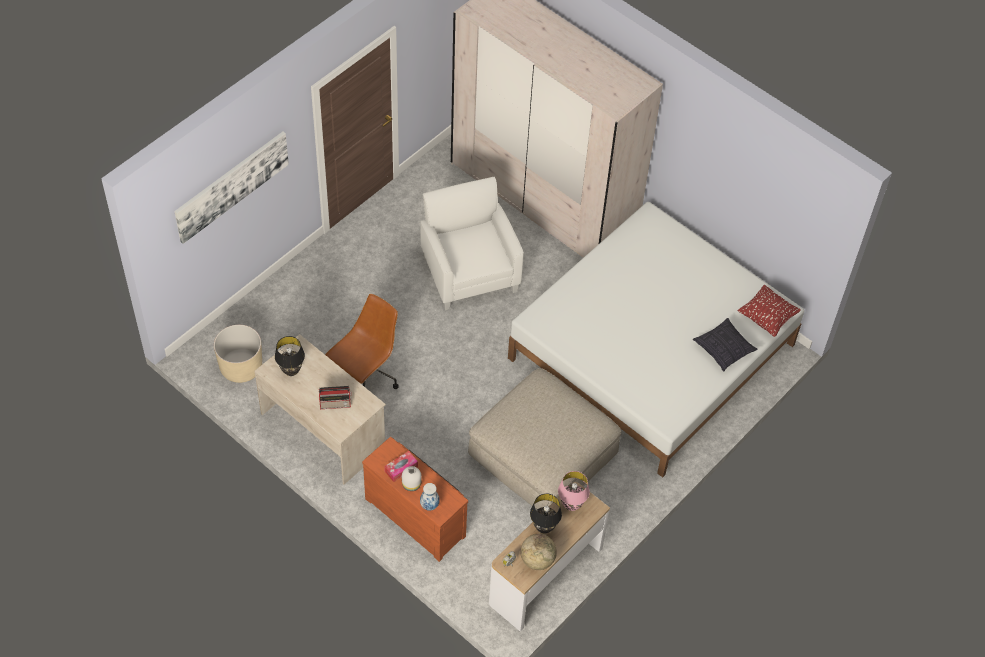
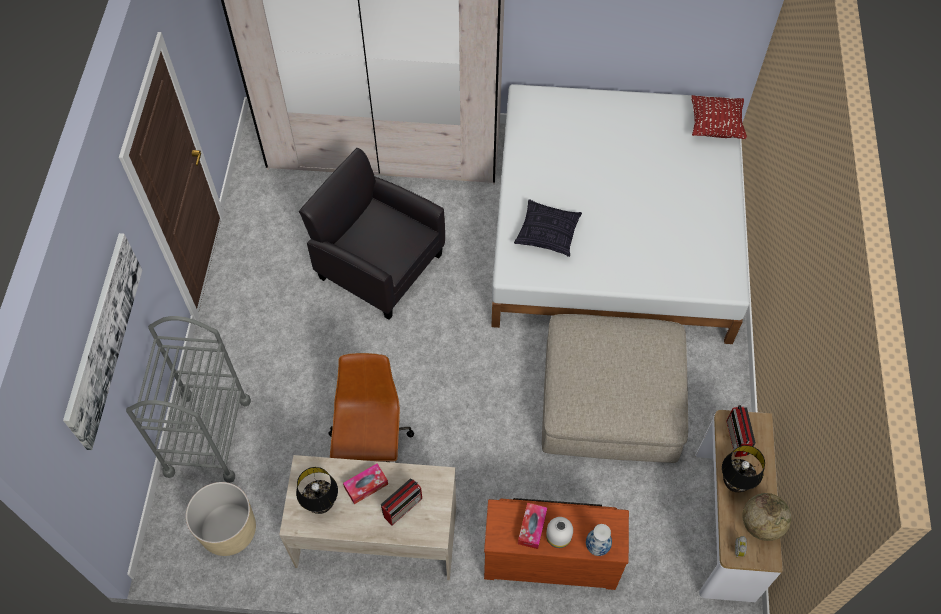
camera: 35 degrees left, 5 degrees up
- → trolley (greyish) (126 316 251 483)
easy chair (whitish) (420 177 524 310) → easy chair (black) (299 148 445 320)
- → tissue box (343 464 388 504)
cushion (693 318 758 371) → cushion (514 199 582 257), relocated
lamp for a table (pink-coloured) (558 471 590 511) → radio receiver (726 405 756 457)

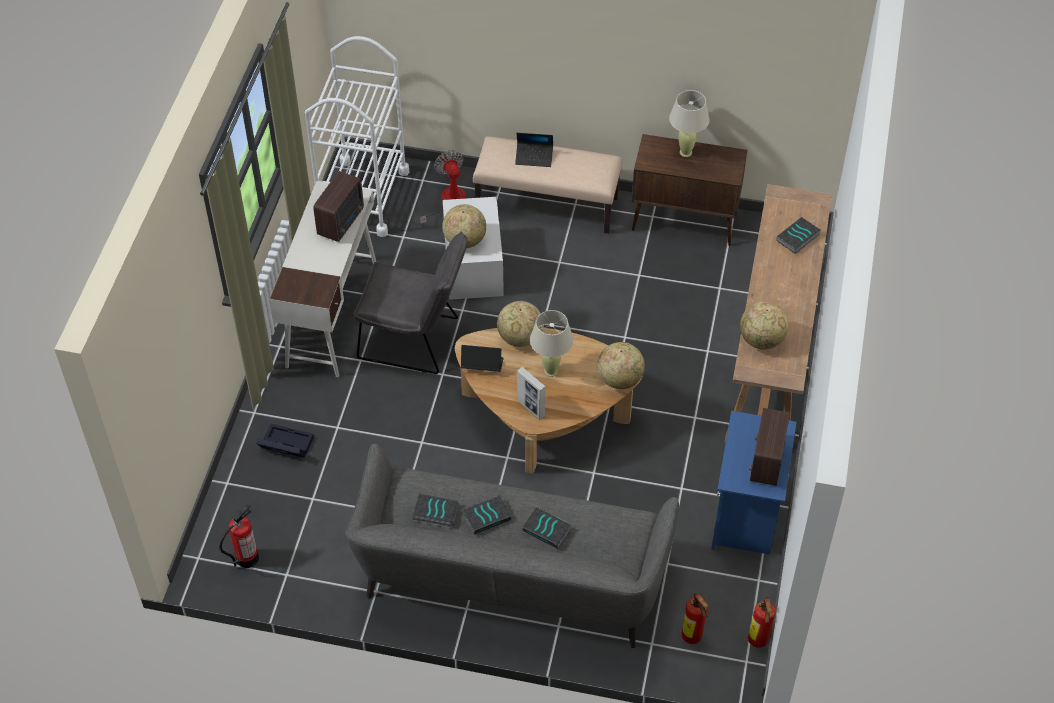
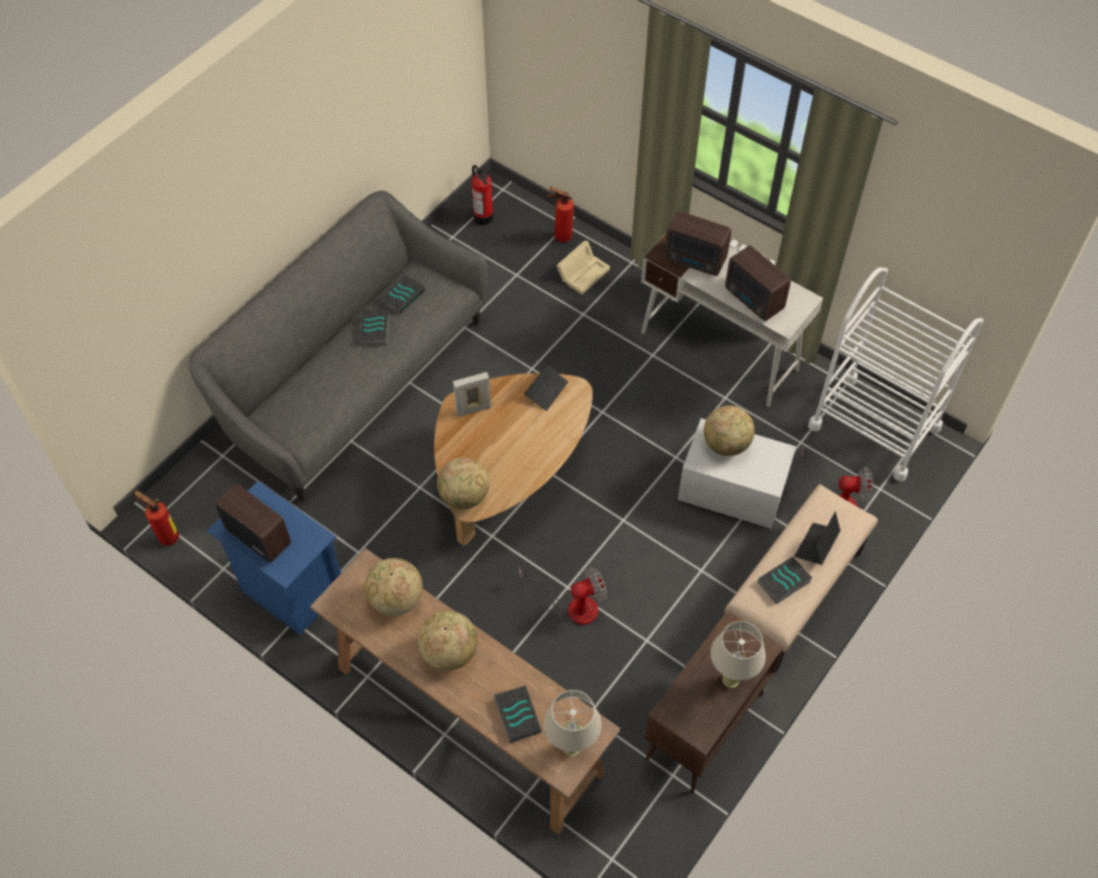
camera: 115 degrees right, 5 degrees up
world globe (497 301 543 347) → world globe (418 611 478 671), relocated
- → electric fan (518 566 607 625)
lamp for a table (beige) (530 310 573 377) → lamp for a table (beige) (544 690 602 757), relocated
fire-fighting cylinder (682 593 709 644) → fire-fighting cylinder (547 187 574 242), relocated
storage box (black) (256 424 314 458) → storage box (beige) (556 240 610 295)
- → radio receiver (664 211 731 276)
bound book (522 507 572 549) → bound book (758 556 812 604), relocated
chair (greyish) (353 232 468 374) → -

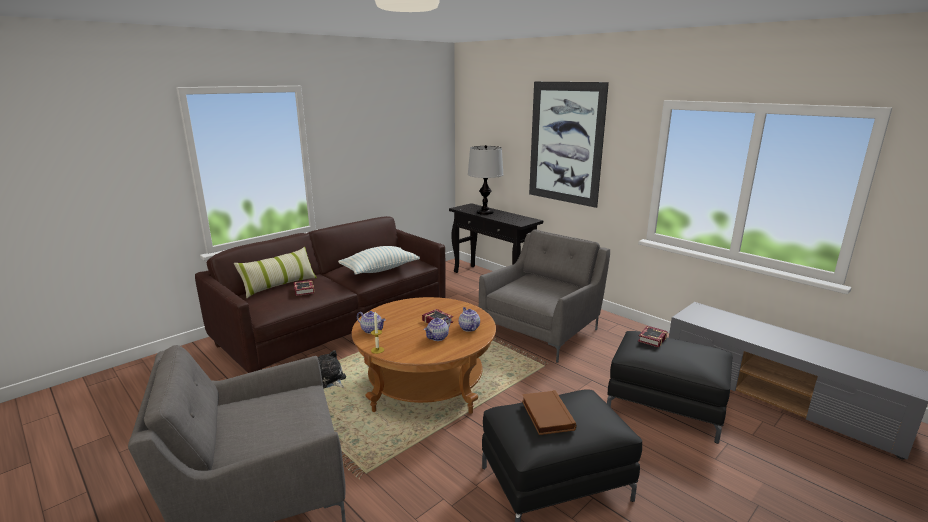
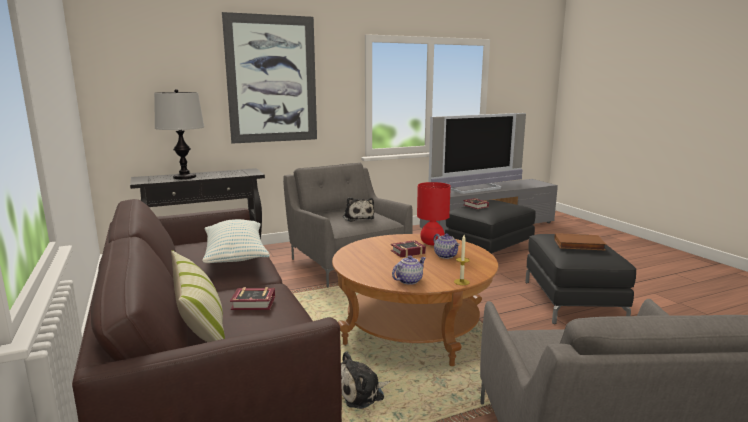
camera: 70 degrees left, 5 degrees down
- → cuddly toy (343 197 374 222)
tea pot (459 307 480 332) → lamp for a table (red) (417 182 451 245)
- → TV (429 113 526 194)

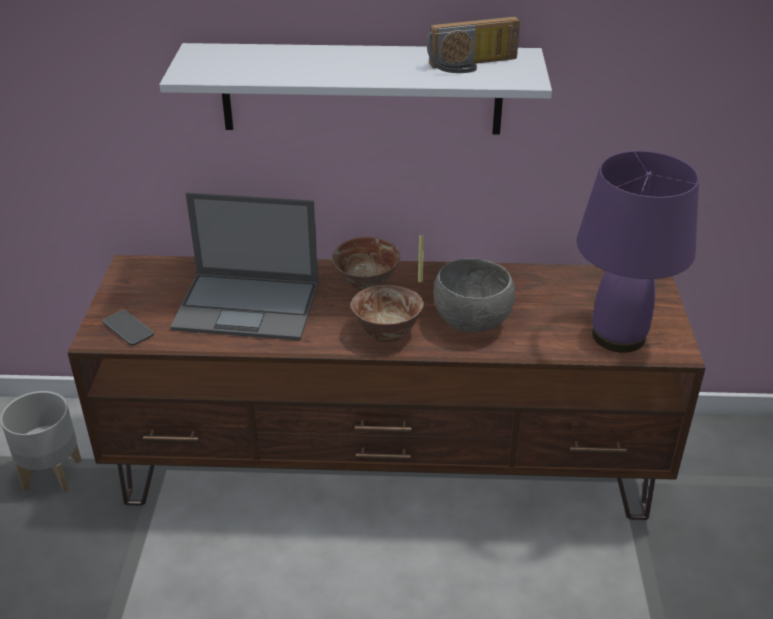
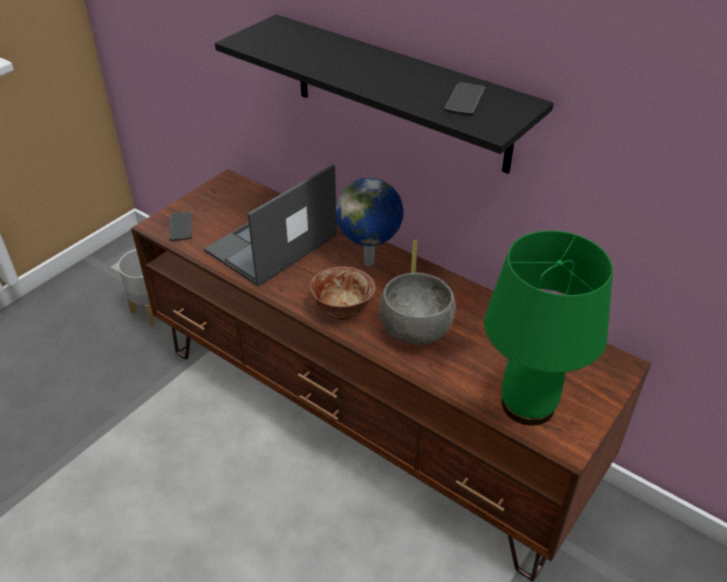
camera: 35 degrees right, 5 degrees up
portable computer (170 193 319 340) → portable computer (204 164 337 287), 90 degrees clockwise
shelf (whitish) (160 43 552 134) → shelf (black) (215 14 554 174)
serving bowl (332 236 400 291) → world globe (336 178 404 266)
radio receiver (426 16 520 73) → telephone (444 82 485 115)
lamp for a table (purplish) (576 151 699 353) → lamp for a table (green) (484 230 613 426)

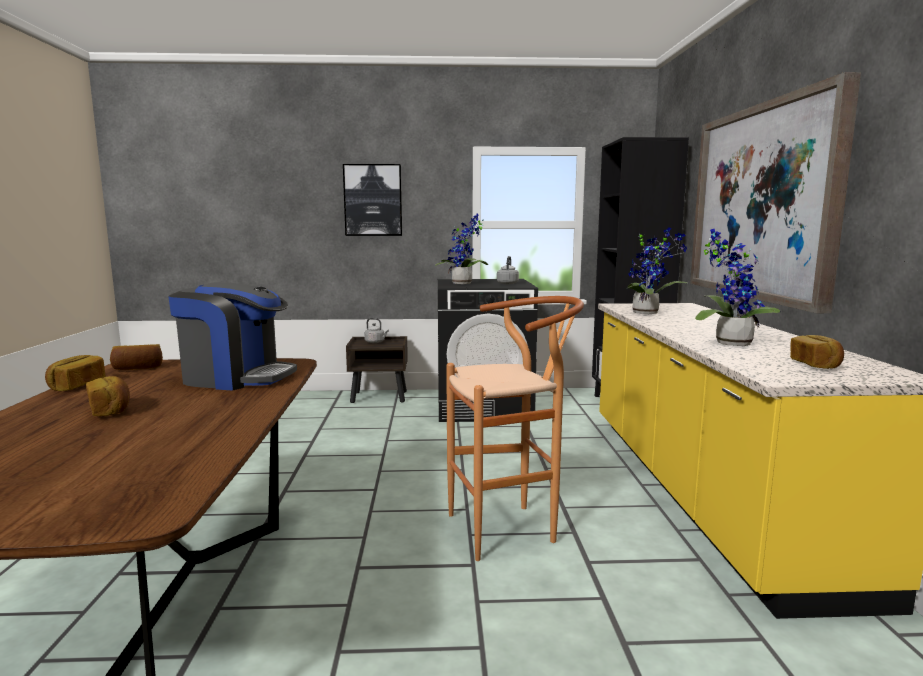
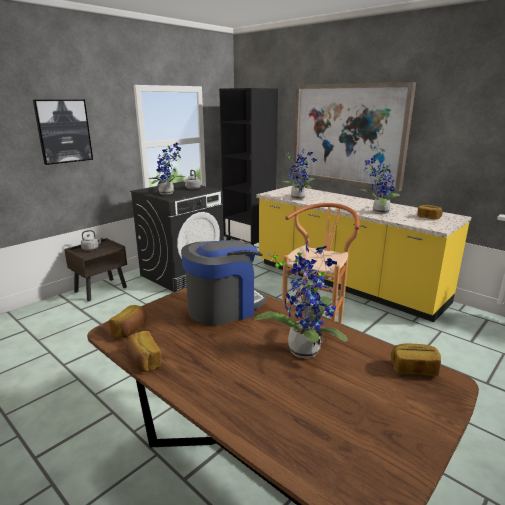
camera: 45 degrees left, 10 degrees up
- → plant in a pot (254 241 348 359)
bread (86 376 130 416) → bread (391 343 441 376), relocated

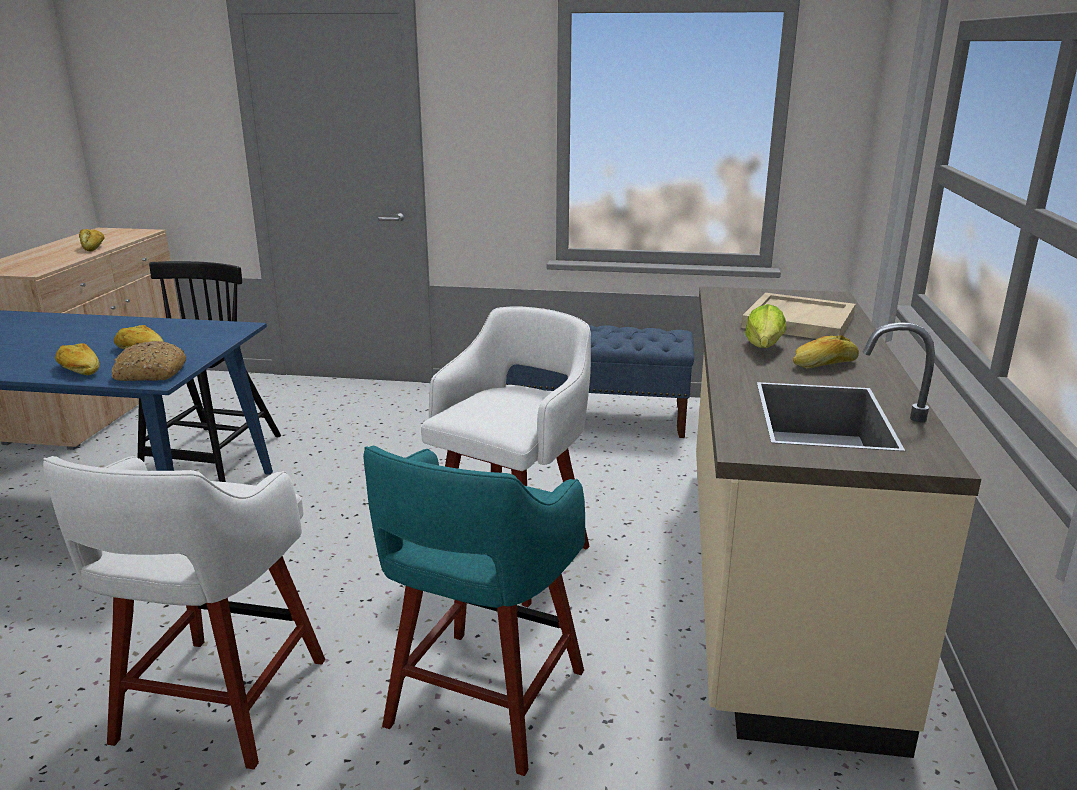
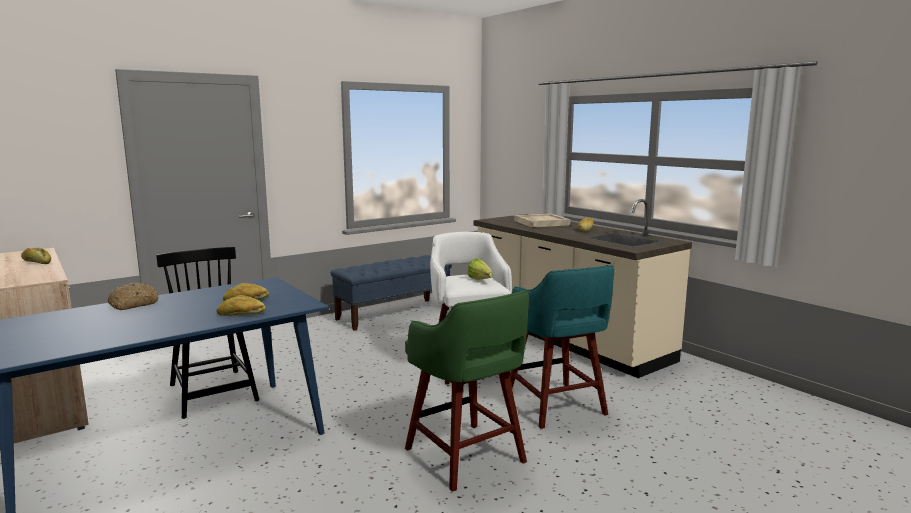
camera: 45 degrees left, 10 degrees down
bread (112 341 186 381) → bread (107 283 158 310), relocated
stool (whitish) (43 456 325 770) → stool (green) (405 290 529 492)
head of lettuce (745 304 786 348) → head of lettuce (467 259 492 280), relocated

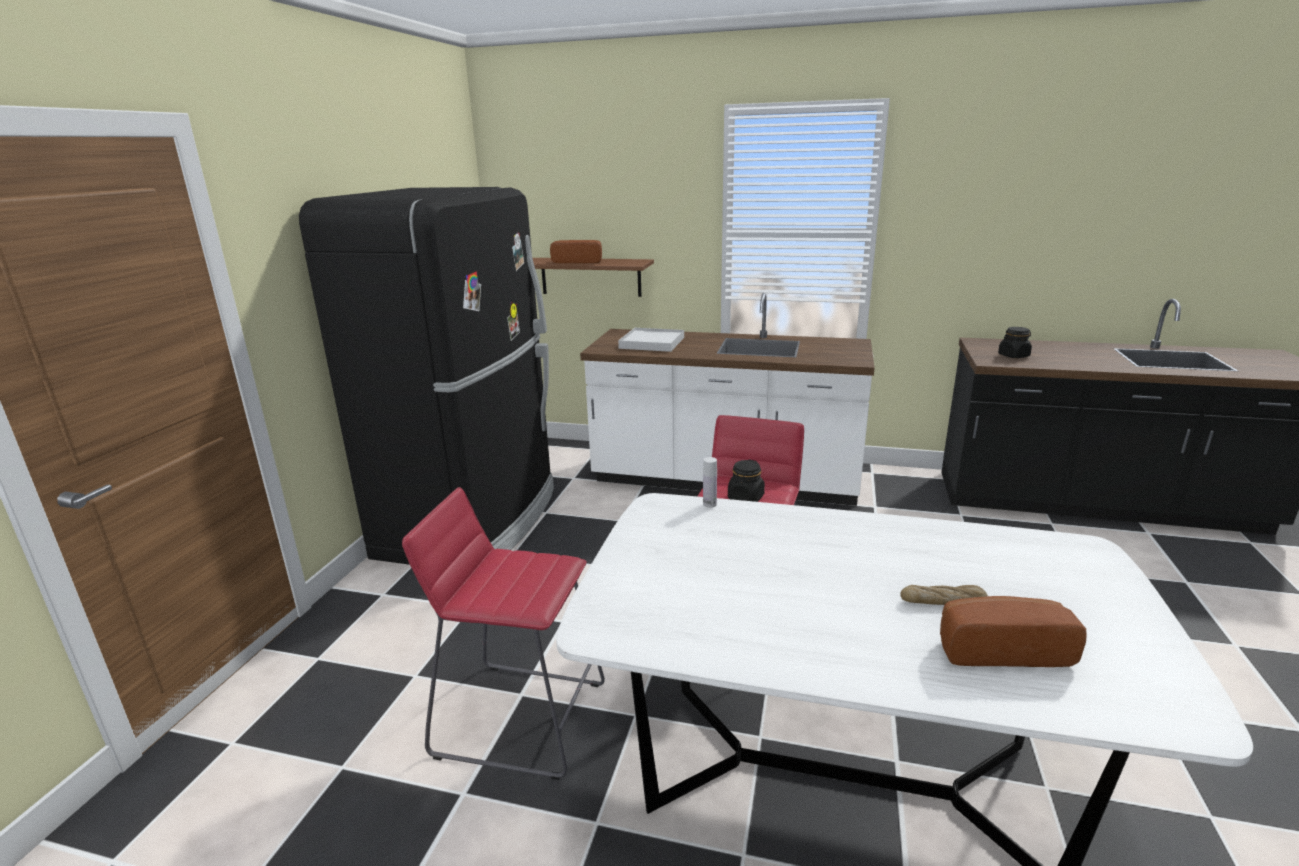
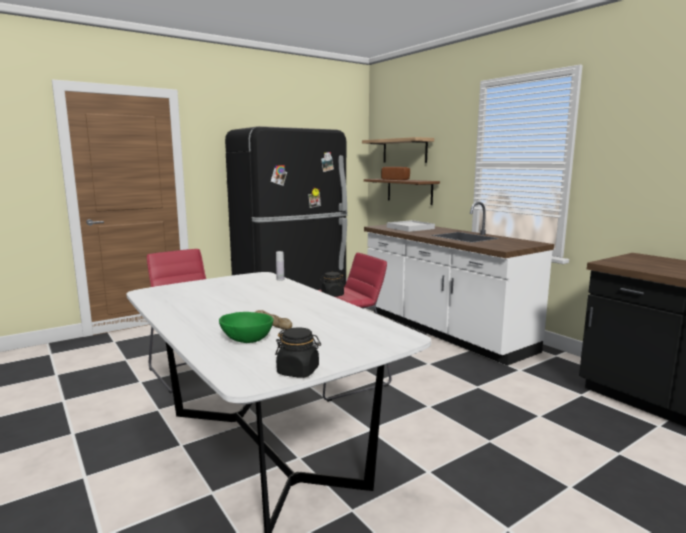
camera: 40 degrees right, 10 degrees down
bread (940 596 1087 667) → serving bowl (green) (219 312 273 343)
storage jar (black) (998 327 1032 358) → storage jar (black) (275 327 321 378), relocated
- → shelf (362 137 434 163)

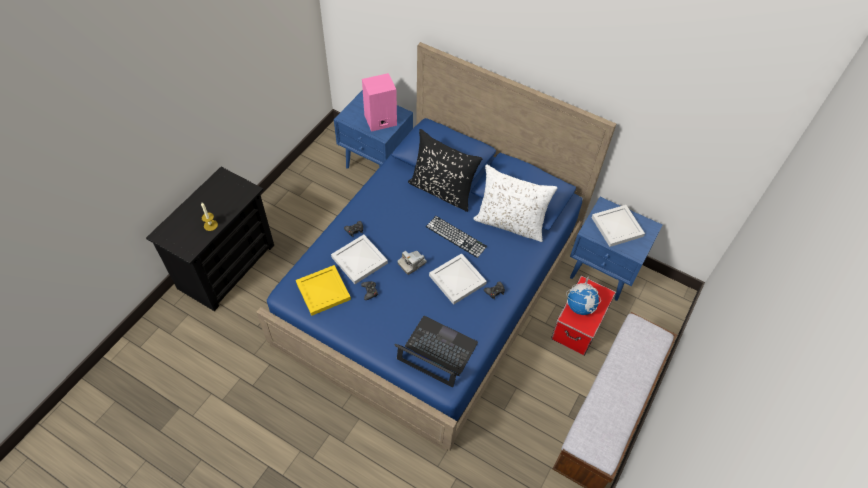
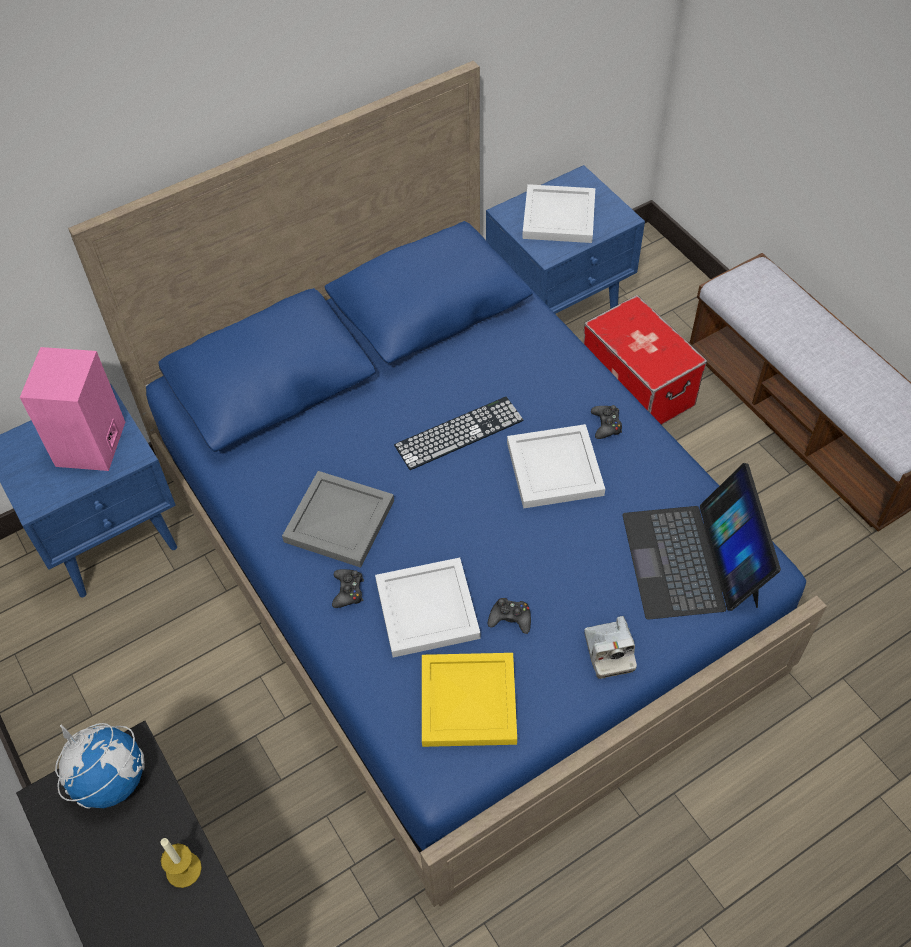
camera: 60 degrees left, 0 degrees up
world globe (566 276 601 315) → world globe (55 723 145 809), relocated
- → serving tray (greyish) (282 471 394 568)
still camera (397 251 427 275) → still camera (584 616 637 679), relocated
portable computer (394 316 478 387) → portable computer (622 463 781 620), 60 degrees counterclockwise
cushion (black) (408 129 482 212) → -
cushion (whitish) (473 165 558 242) → -

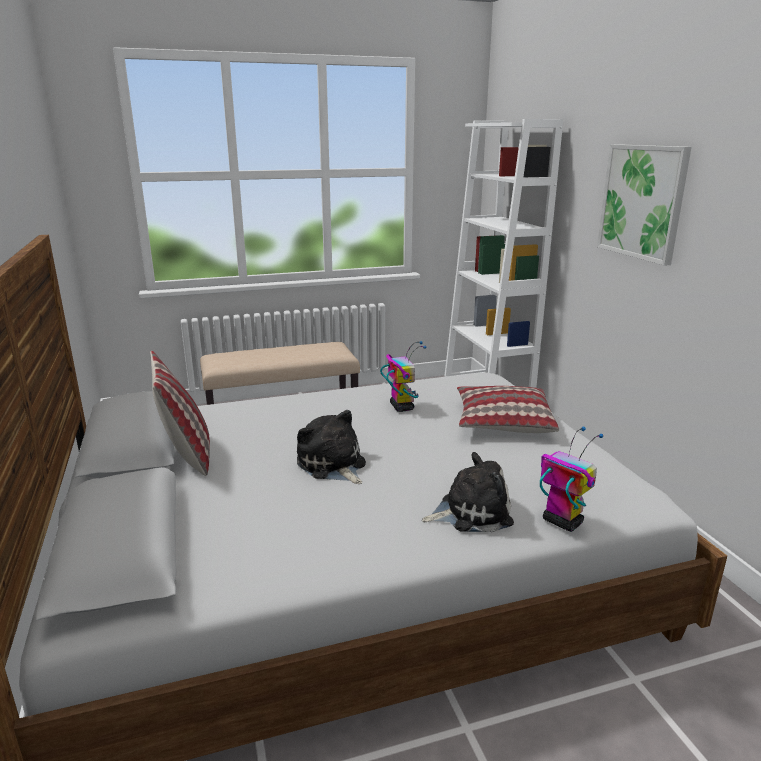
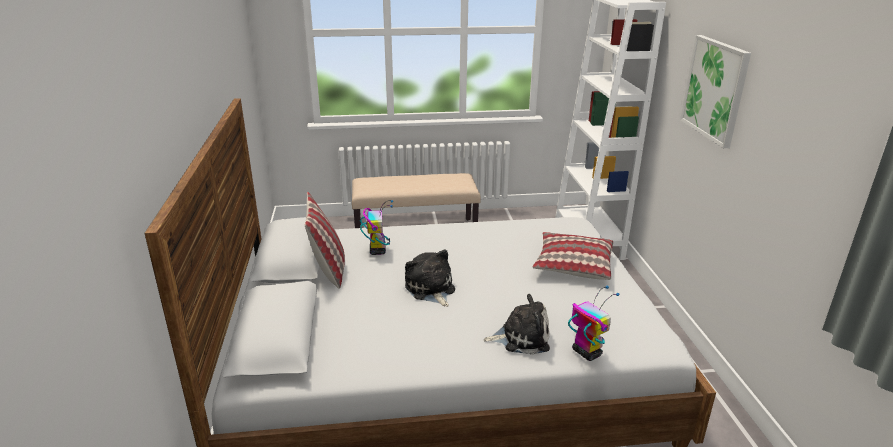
camera: 10 degrees right, 5 degrees up
model robot (380 341 426 412) → model robot (360 200 393 255), relocated

